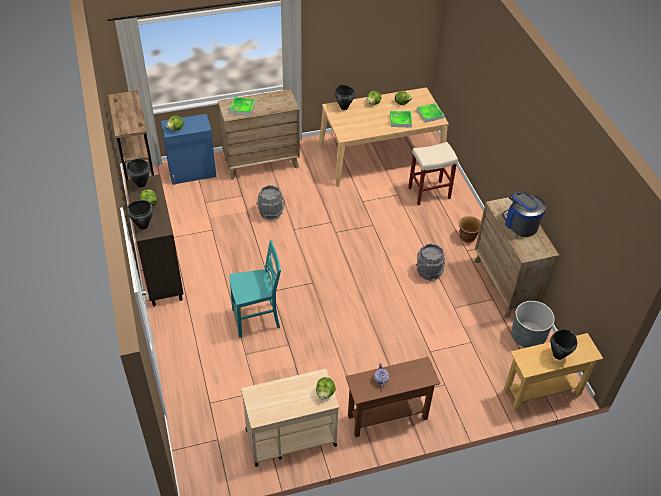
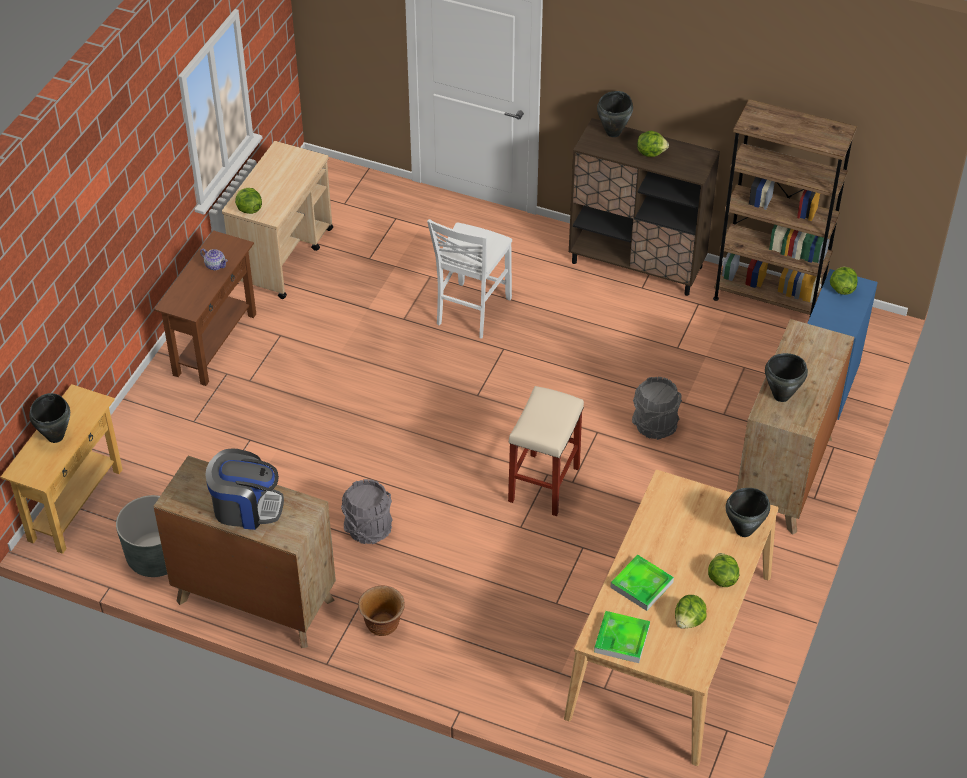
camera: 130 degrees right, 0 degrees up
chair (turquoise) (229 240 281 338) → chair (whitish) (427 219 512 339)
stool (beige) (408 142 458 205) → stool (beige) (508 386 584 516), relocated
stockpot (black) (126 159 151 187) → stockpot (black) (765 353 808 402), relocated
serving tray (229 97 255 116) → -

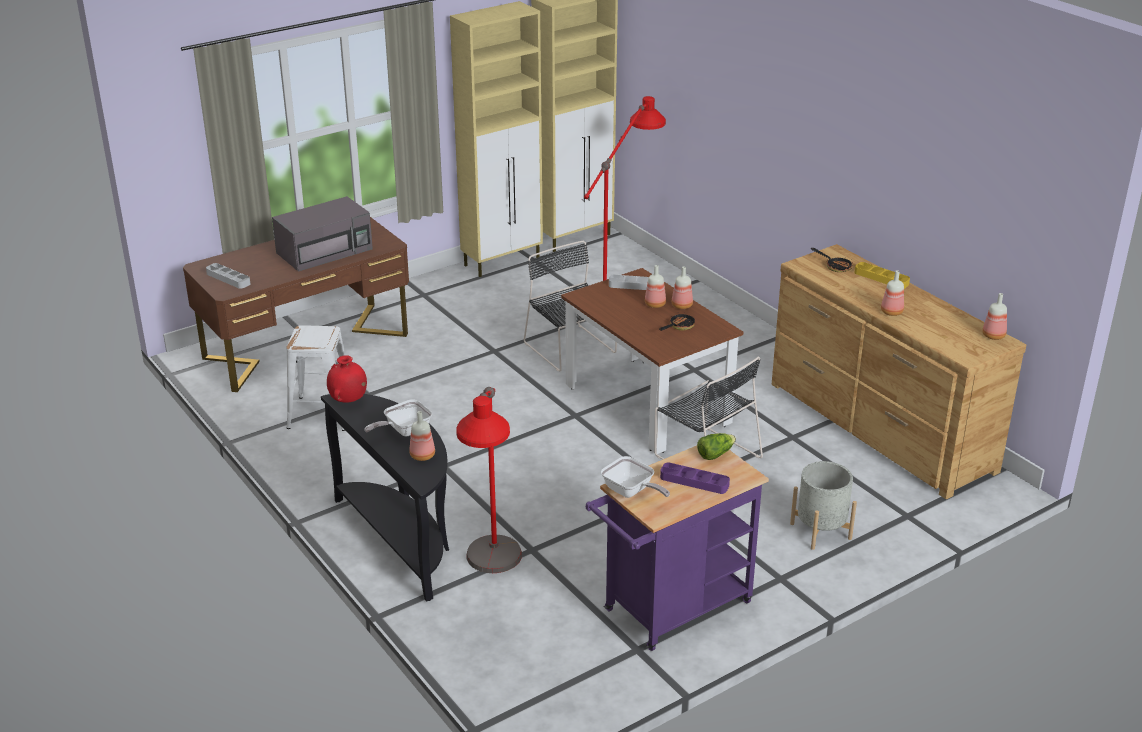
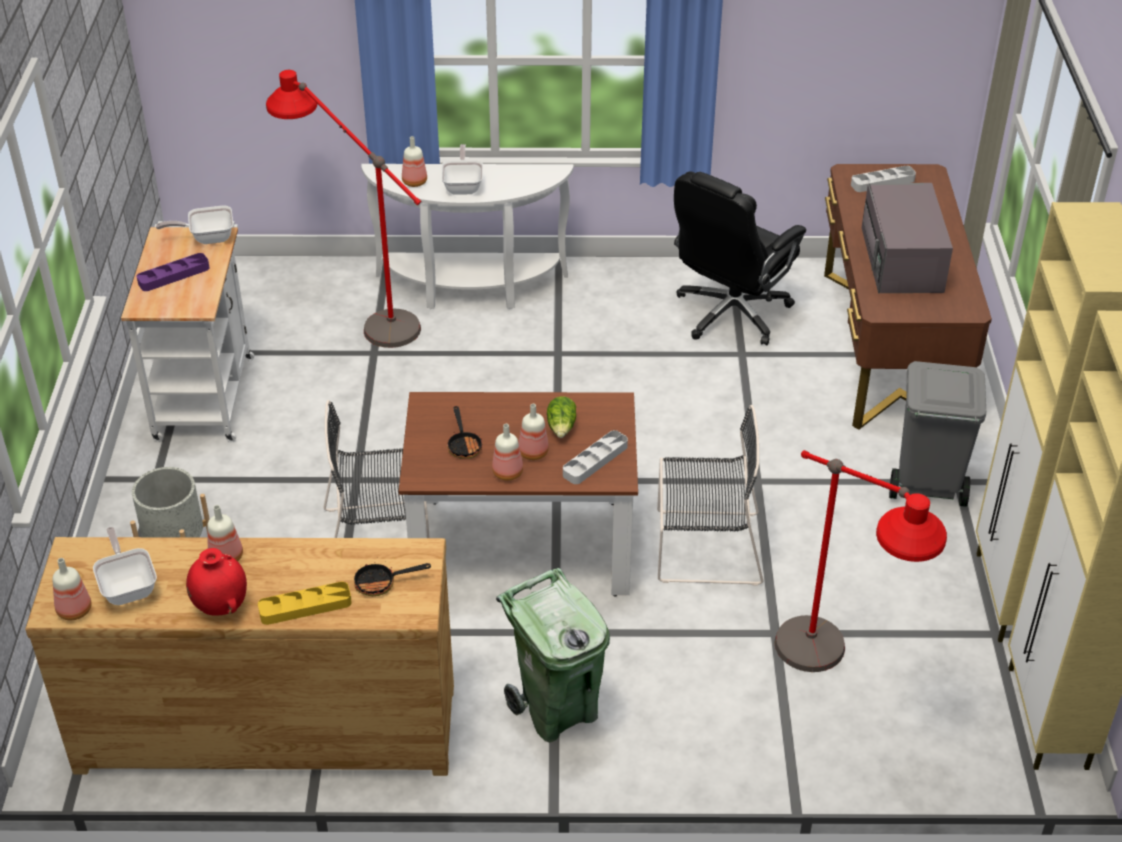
camera: 125 degrees right, 10 degrees up
- → frying pan (93 527 157 605)
trolley (purplish) (586 446 769 651) → trolley (whitish) (121 221 254 442)
decorative vase (red) (327 355 367 403) → decorative vase (red) (186 548 247 616), relocated
narrow table (black) (321 394 449 602) → narrow table (whitish) (361 164 573 309)
- → trash can (green) (496 568 610 742)
head of lettuce (697 433 736 460) → head of lettuce (547 396 576 438), relocated
stool (whitish) (286 325 345 431) → desk chair (black) (674 172 806 346)
- → trash can (greyish) (889 361 986 507)

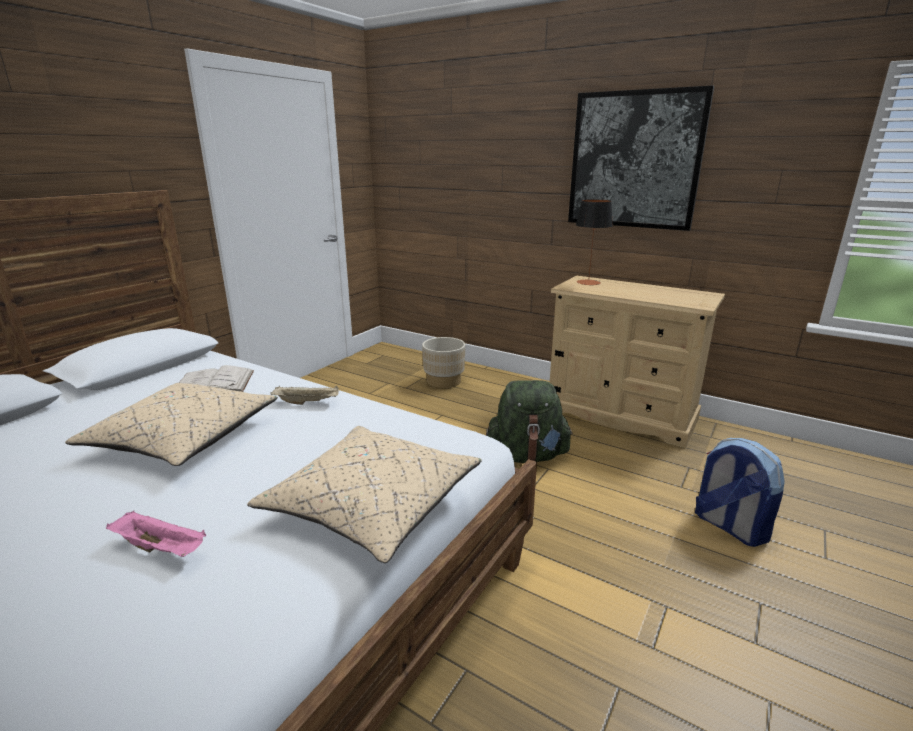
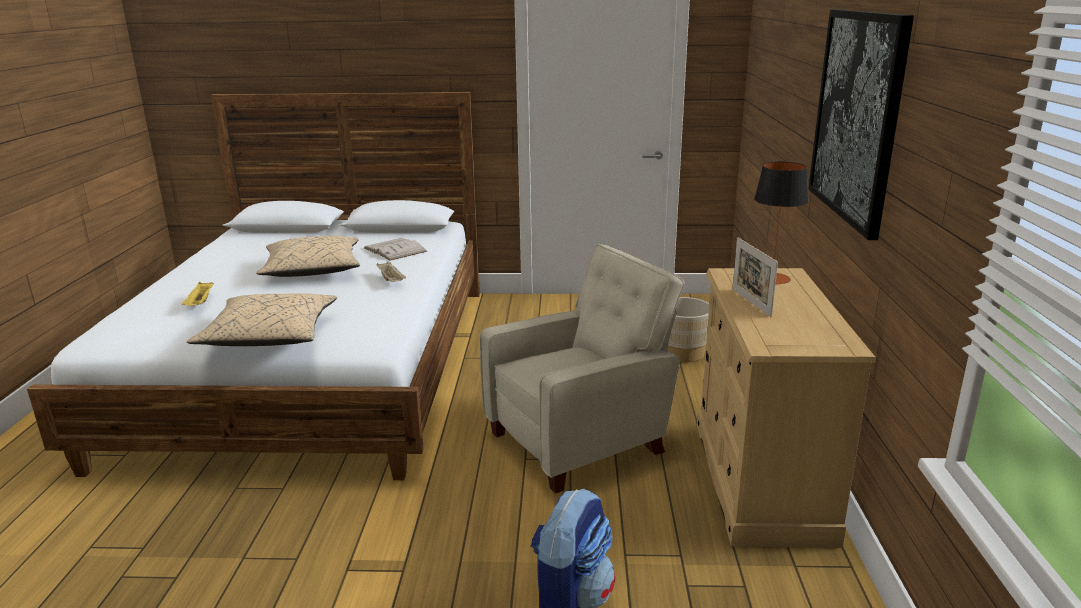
camera: 60 degrees right, 0 degrees up
serving tray (pink-coloured) (106 511 207 557) → serving tray (yellow-coloured) (182 282 214 306)
rucksack (green) (486 380 573 463) → easy chair (beige) (480 244 685 494)
- → photo frame (733 237 778 317)

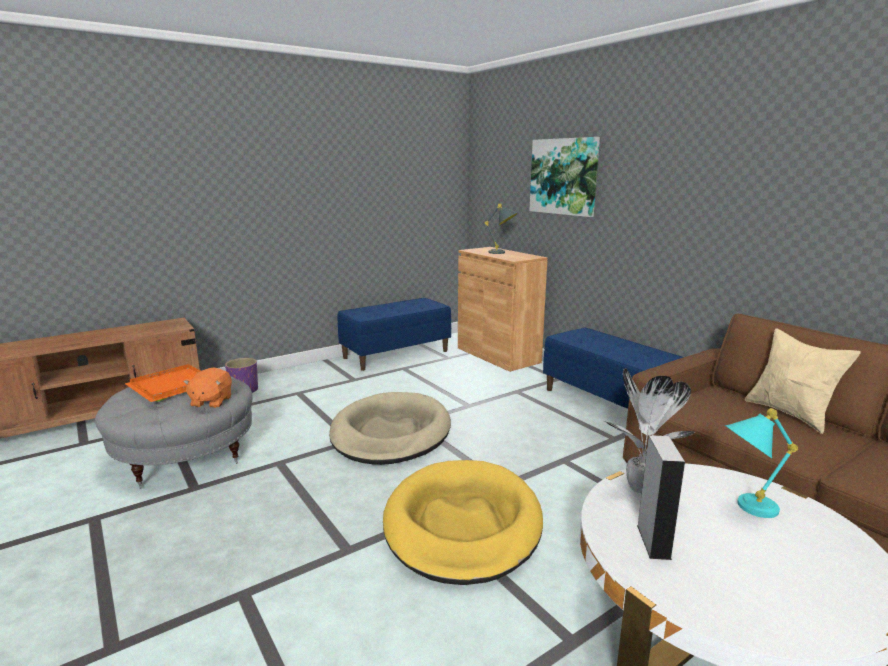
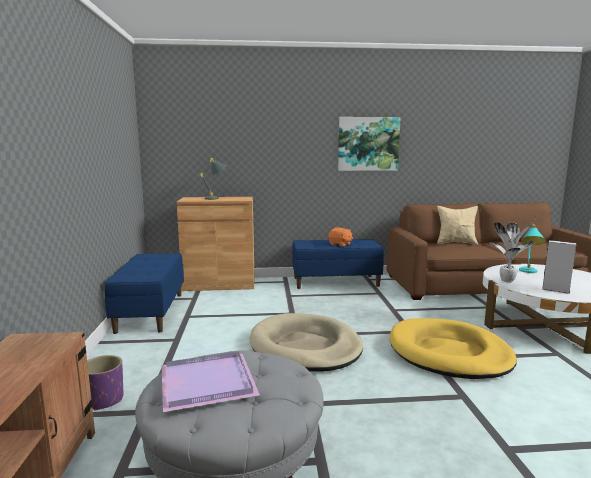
camera: 60 degrees left, 5 degrees down
serving tray (orange) (125 364 200 402) → serving tray (purplish) (162 352 260 412)
cuddly toy (orange) (183 367 232 408) → cuddly toy (orange) (328 227 353 247), relocated
wall picture (529 137 600 217) → wall picture (338 117 401 171), relocated

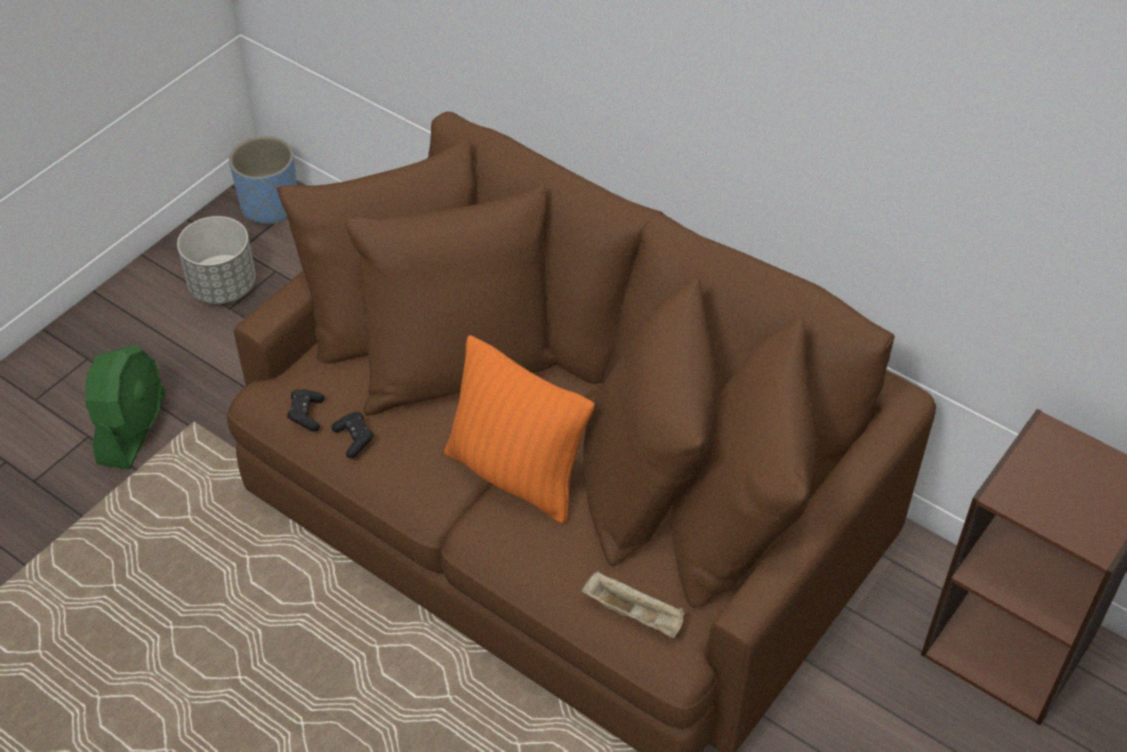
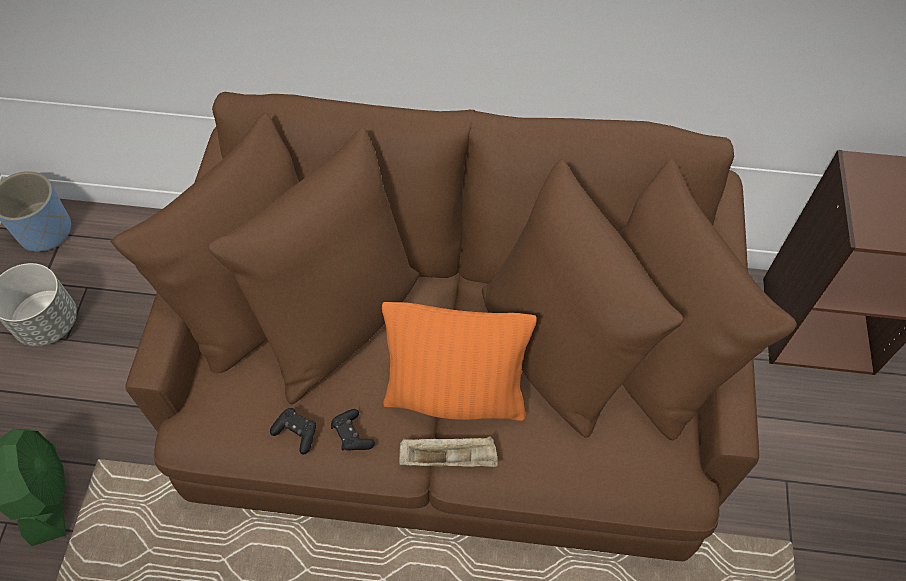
camera: 30 degrees left, 10 degrees up
joypad (black) (287 389 325 431) → joypad (black) (331 409 375 451), relocated
serving tray (beige) (581 571 685 638) → serving tray (beige) (399 436 498 467), relocated

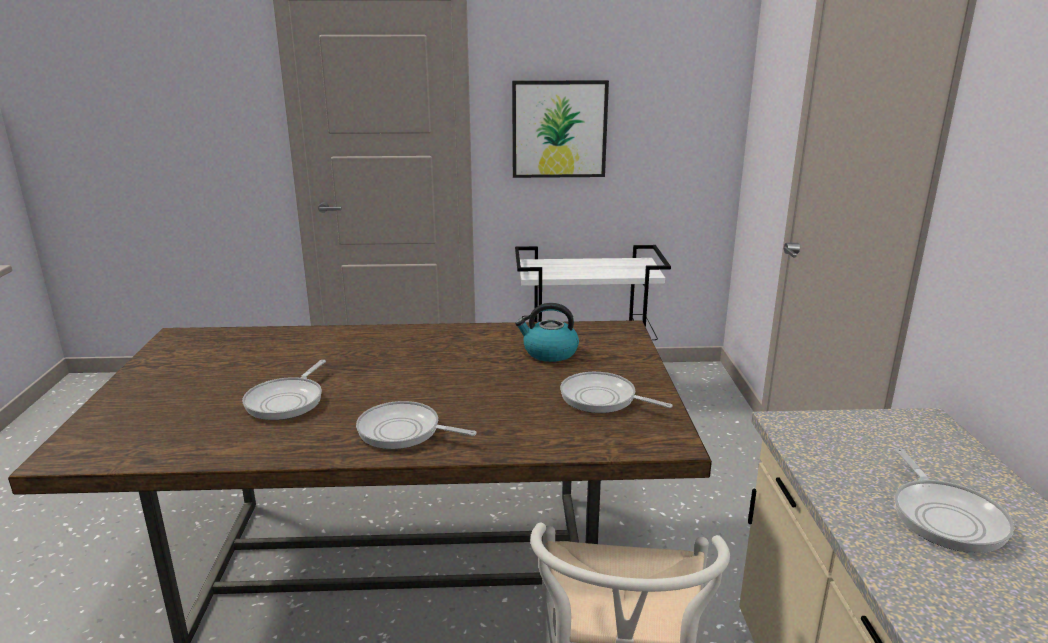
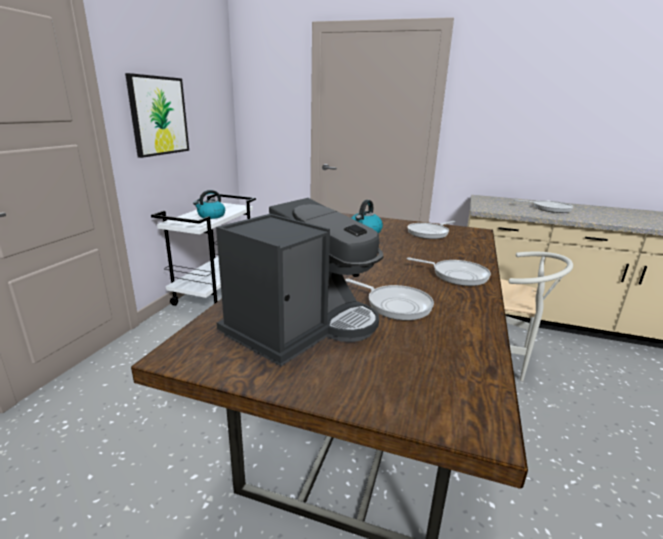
camera: 70 degrees left, 0 degrees up
- → kettle (193 190 225 219)
- → coffee maker (216 198 384 366)
frying pan (356 401 477 449) → frying pan (407 257 491 286), 105 degrees counterclockwise

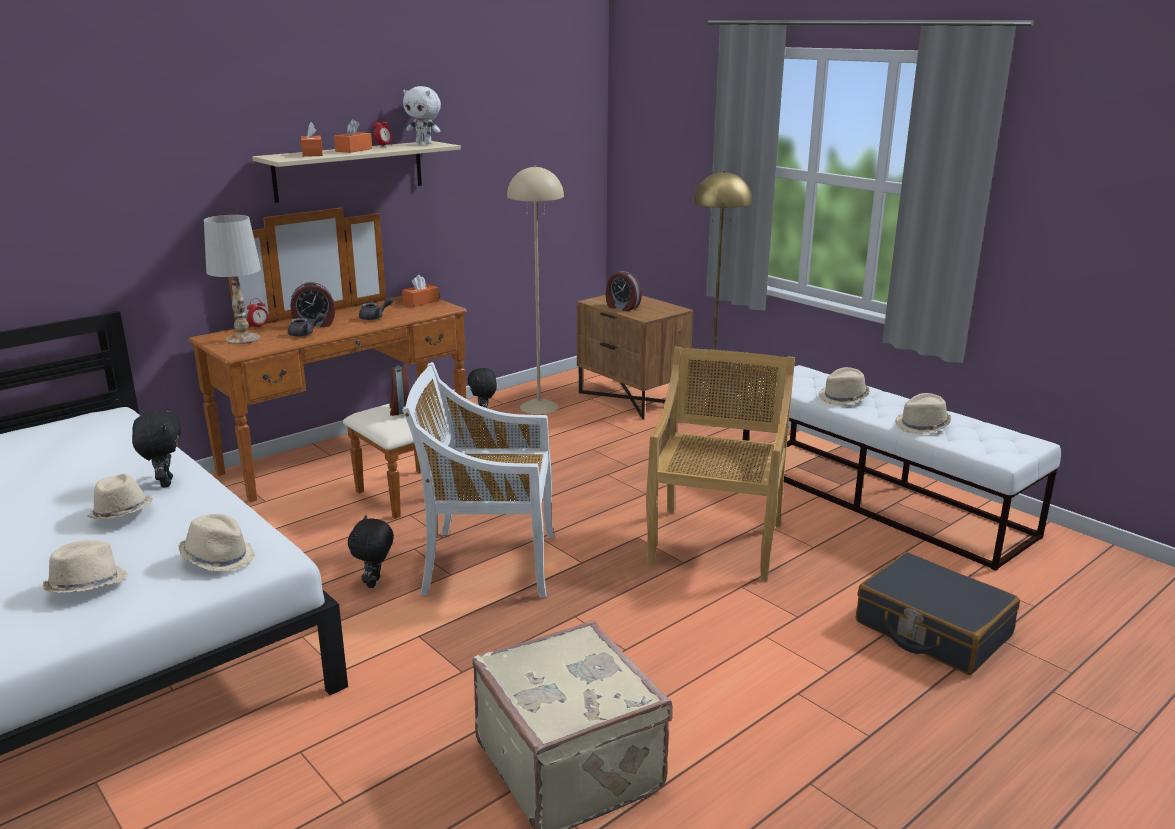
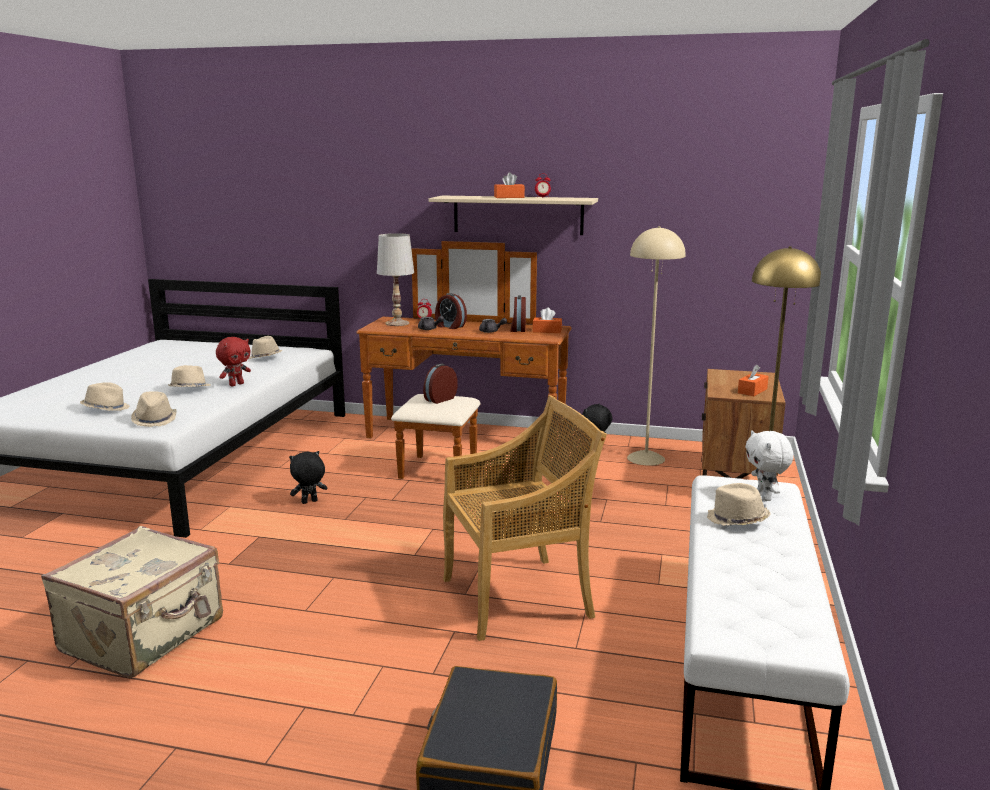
camera: 55 degrees right, 5 degrees down
cuddly toy (black) (132 409 181 488) → cuddly toy (red) (216 337 251 387)
clothing hat (beige) (895 393 951 434) → clothing hat (beige) (249 336 282 359), relocated
table clock (606 271 642 311) → table clock (510 296 526 332), relocated
tissue box (orange) (301 122 323 157) → tissue box (orange) (738 364 769 396), relocated
cuddly toy (whitish) (403 86 441 144) → cuddly toy (whitish) (745 430 794 501), relocated
chair (whitish) (402 362 554 598) → -

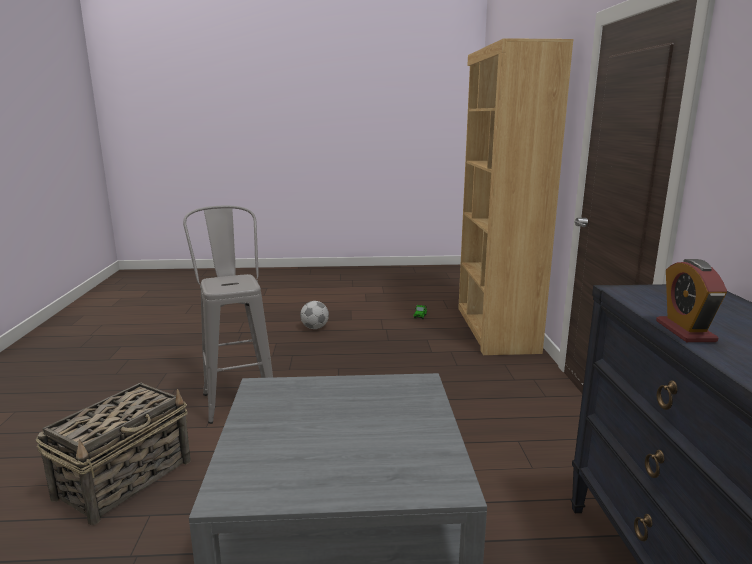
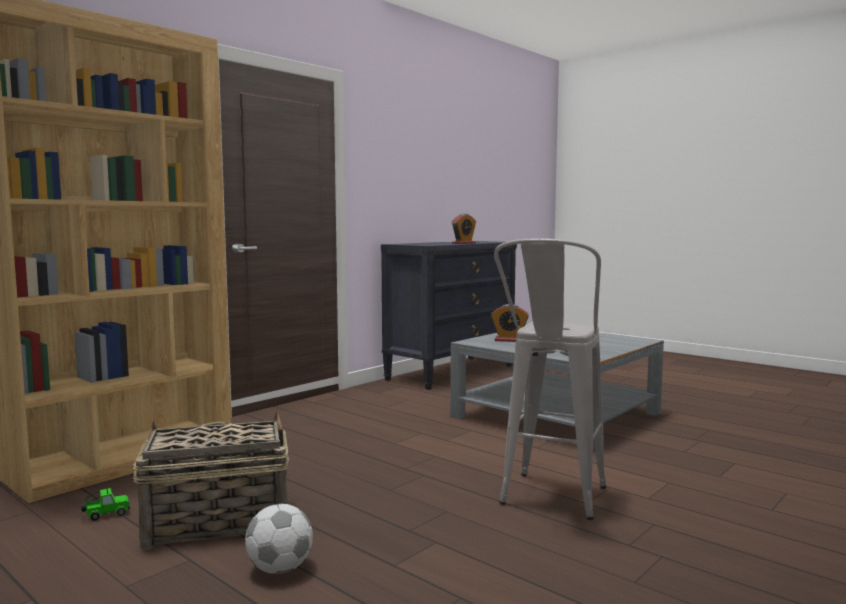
camera: 135 degrees left, 10 degrees down
basket (36 382 191 525) → basket (133 412 289 550), relocated
- → table clock (491 304 529 342)

